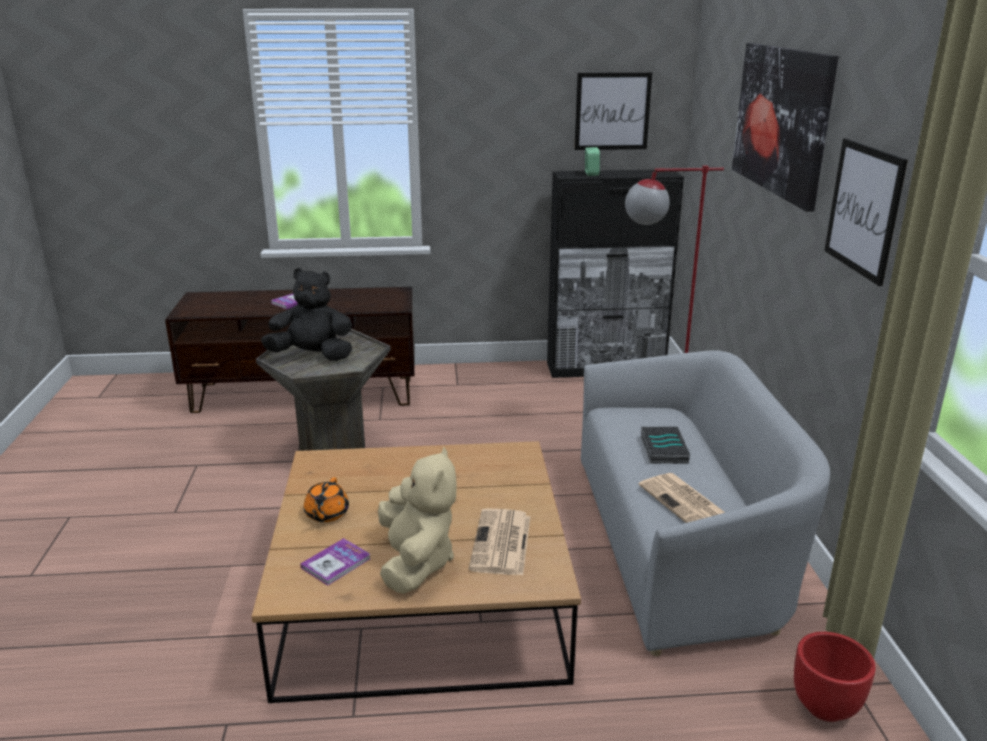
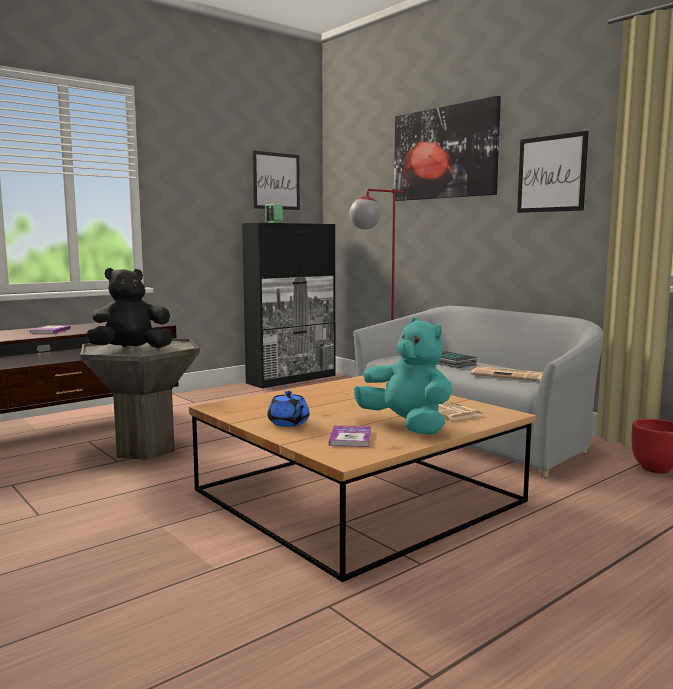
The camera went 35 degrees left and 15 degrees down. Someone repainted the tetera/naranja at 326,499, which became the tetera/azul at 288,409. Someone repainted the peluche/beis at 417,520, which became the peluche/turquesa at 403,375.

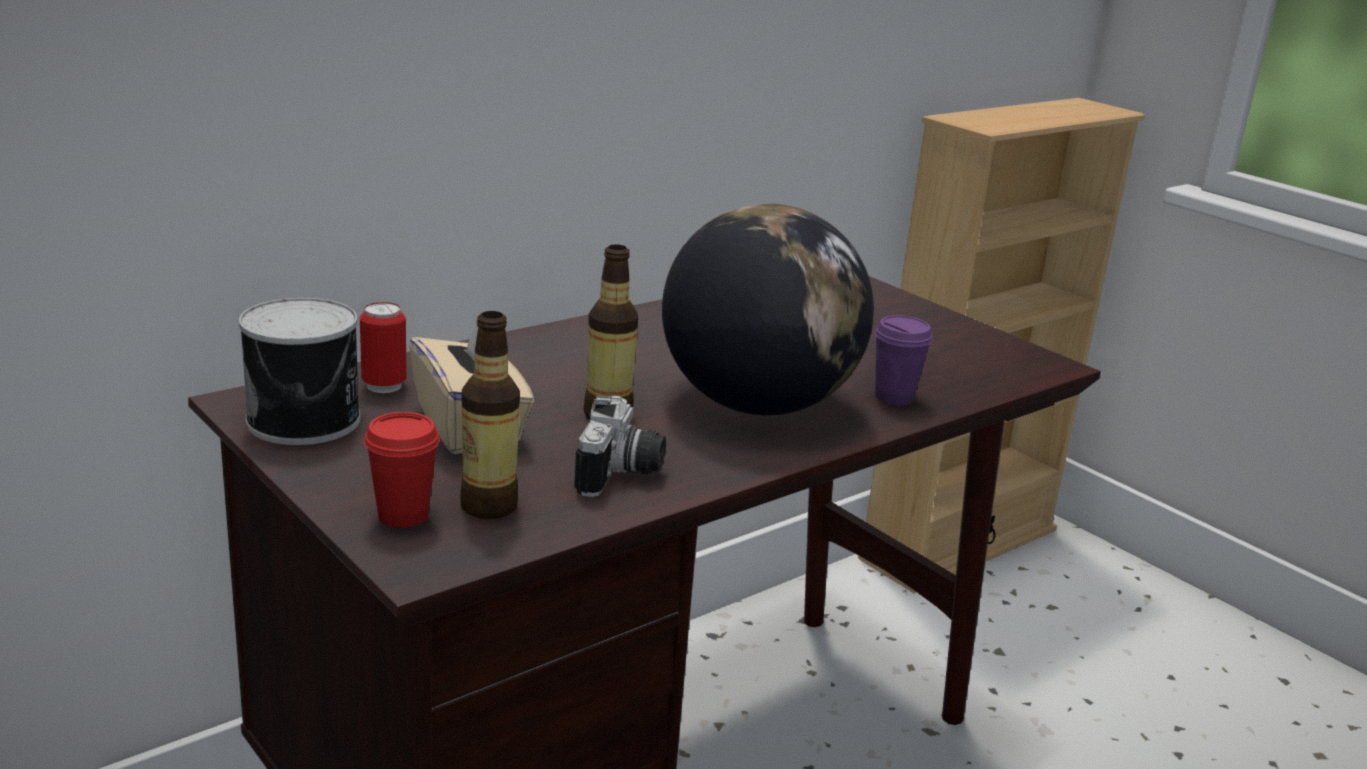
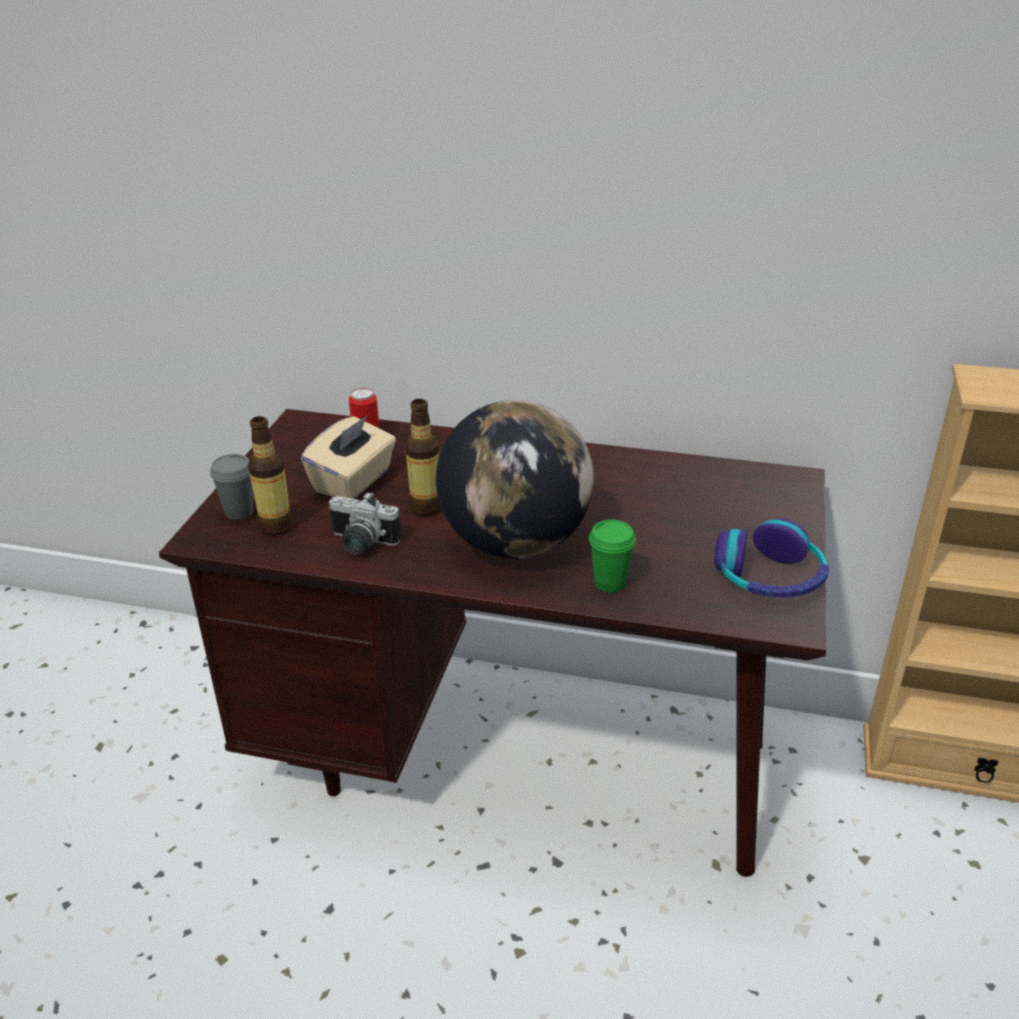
The camera went 55 degrees right and 10 degrees up. Someone repainted the taza/rojo at 402,470, which became the taza/gris at 232,487. Someone rotated the cámara at 620,446 by 45 degrees clockwise. Someone repainted the taza/morado at 903,360, which became the taza/verde at 612,556. Someone put down the auriculares at 771,558. Someone took away the lata at 299,371.

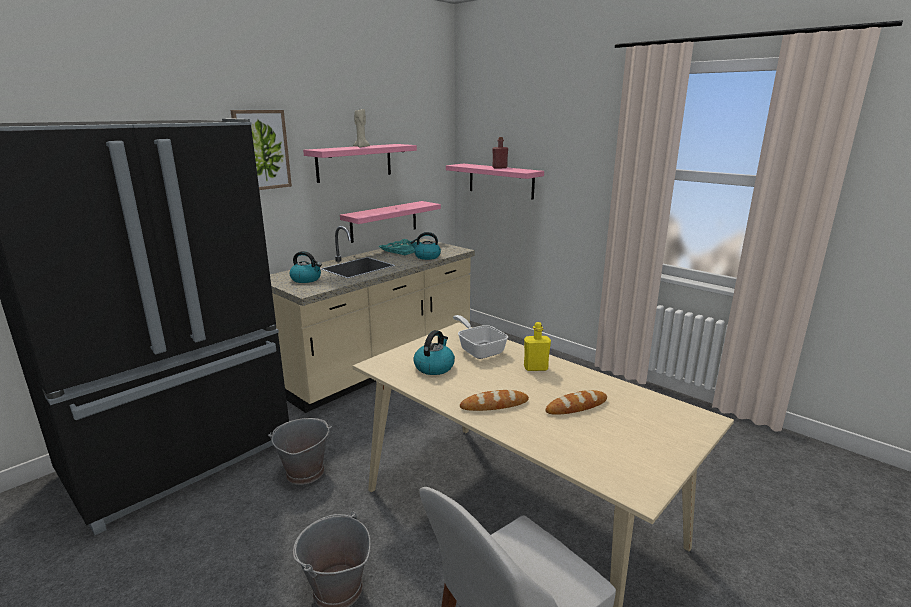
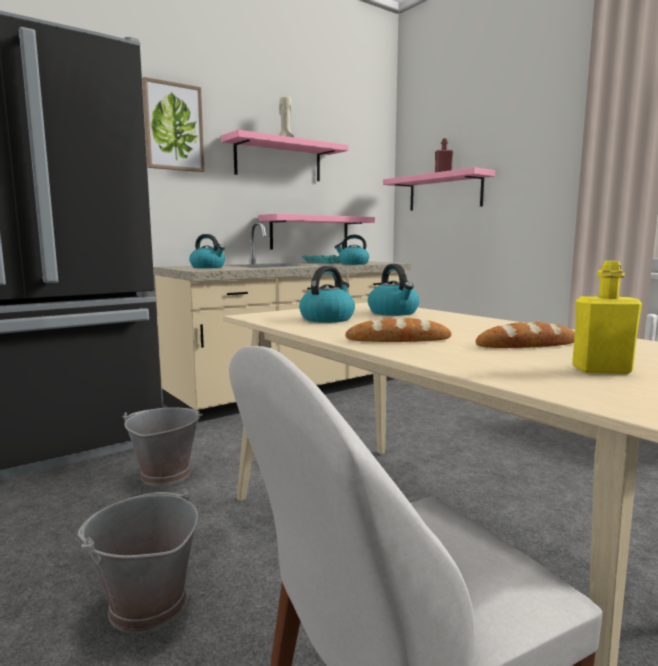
The camera went 10 degrees right and 10 degrees down. Someone swapped the sartén at 480,337 for the hervidor at 393,290. Someone carried the botella/amarillo from 537,346 to 607,317.

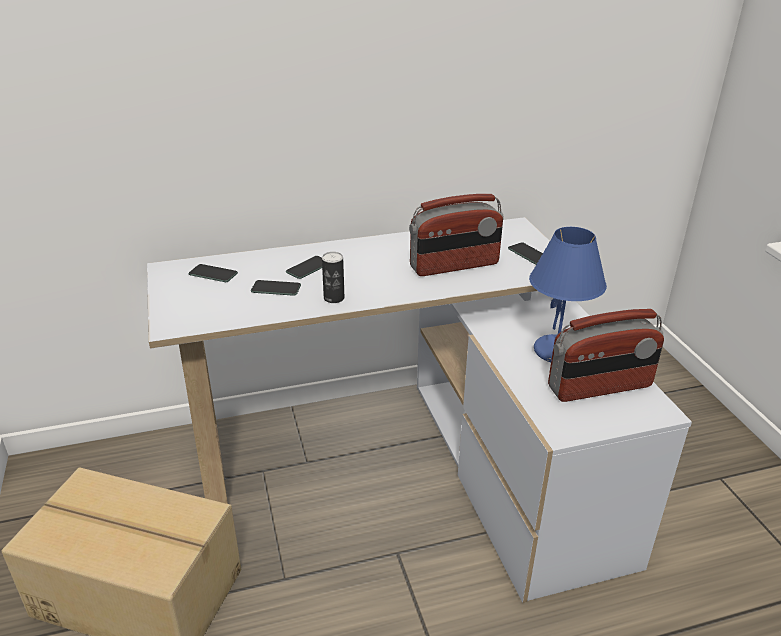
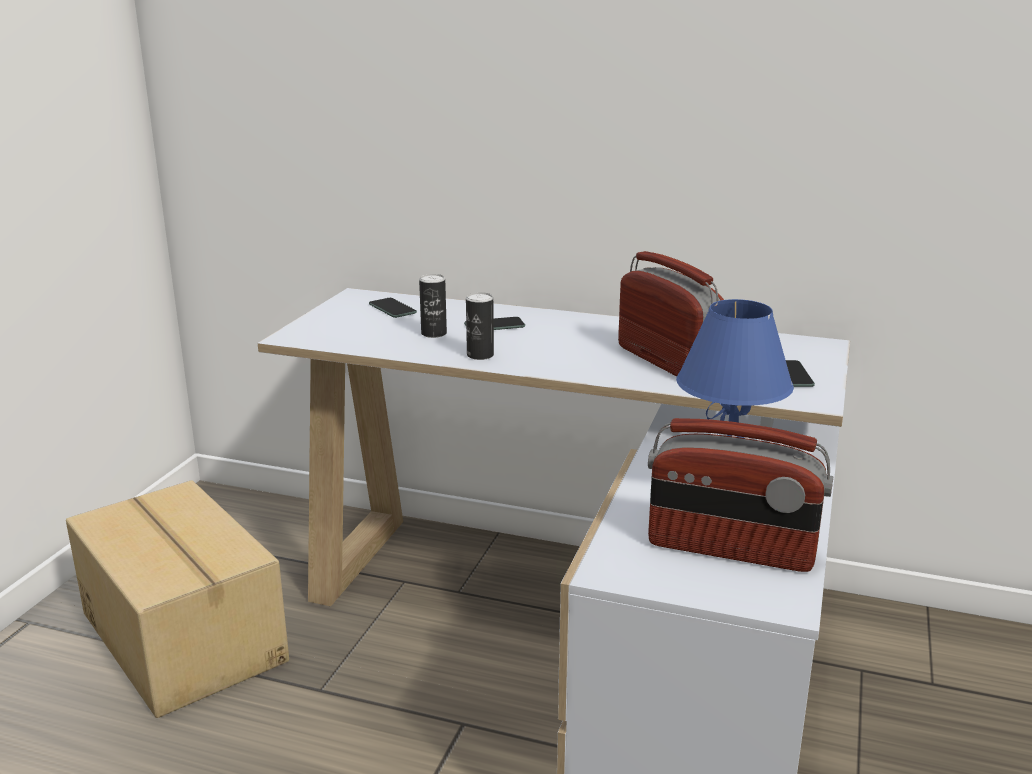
The camera went 35 degrees right and 10 degrees down. Someone swapped the móvil at 276,288 for the lata at 433,306. Someone rotated the radio at 456,235 by 135 degrees counterclockwise.

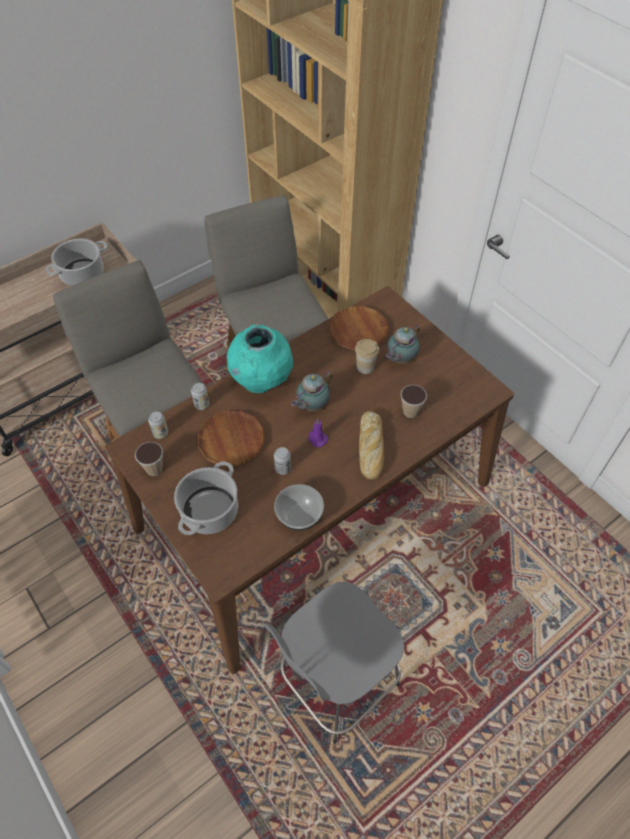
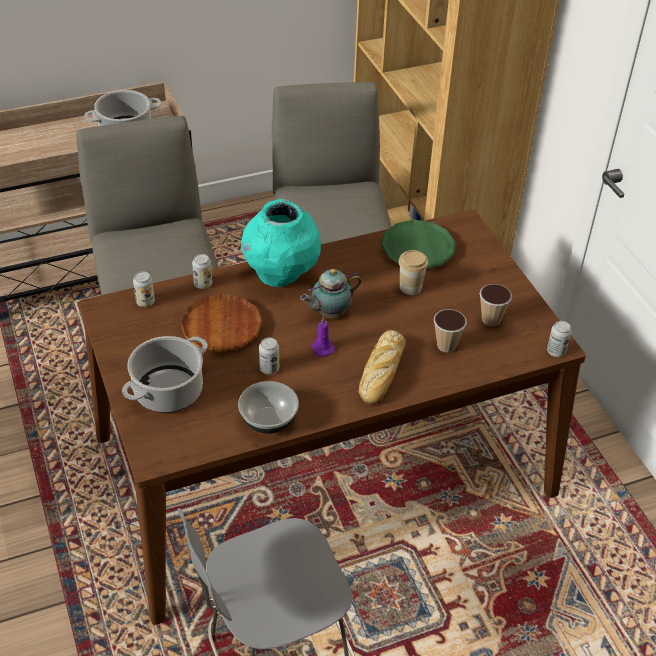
The camera went 15 degrees right and 10 degrees down. Someone repainted the plato/marrón at 359,328, which became the plato/verde at 418,244. Someone carried the taza from 149,459 to 496,305. Someone put down the lata at 559,339. Someone took away the tetera at 403,344.

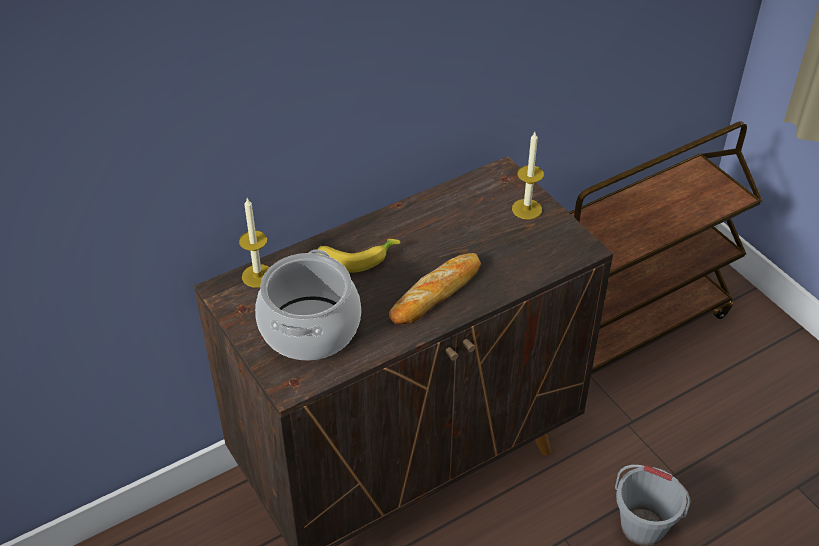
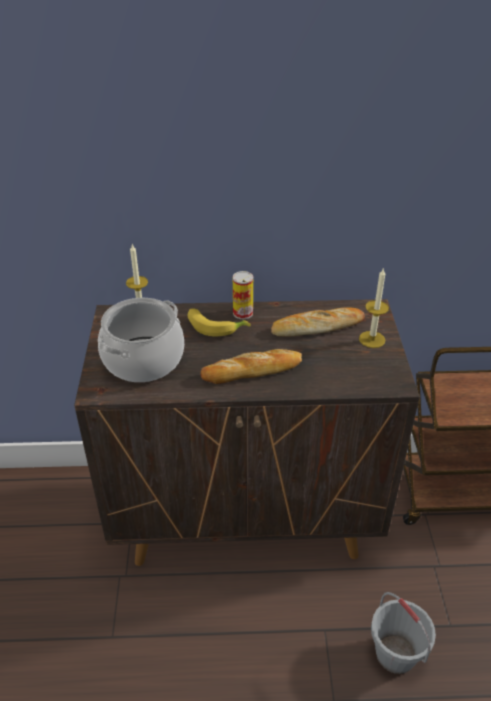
The camera went 30 degrees right and 5 degrees down. Someone put down the lata at 243,295. Someone put down the pan at 318,322.

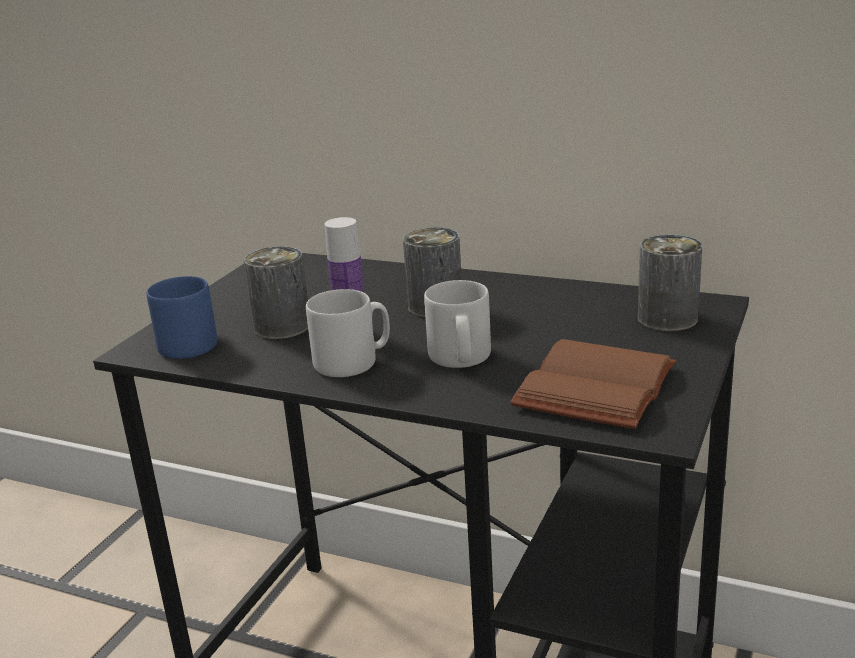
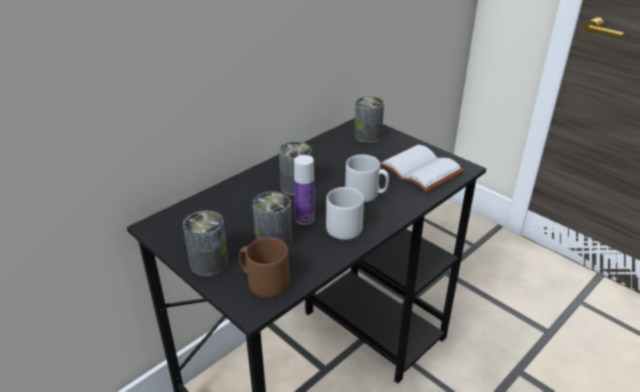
The camera went 70 degrees left and 10 degrees up. Someone put down the lata at 206,243. Someone repainted the taza grande/azul at 181,317, which became the taza grande/marrón at 264,267. Someone repainted the libro/marrón at 593,384, which became the libro/blanco at 422,169.

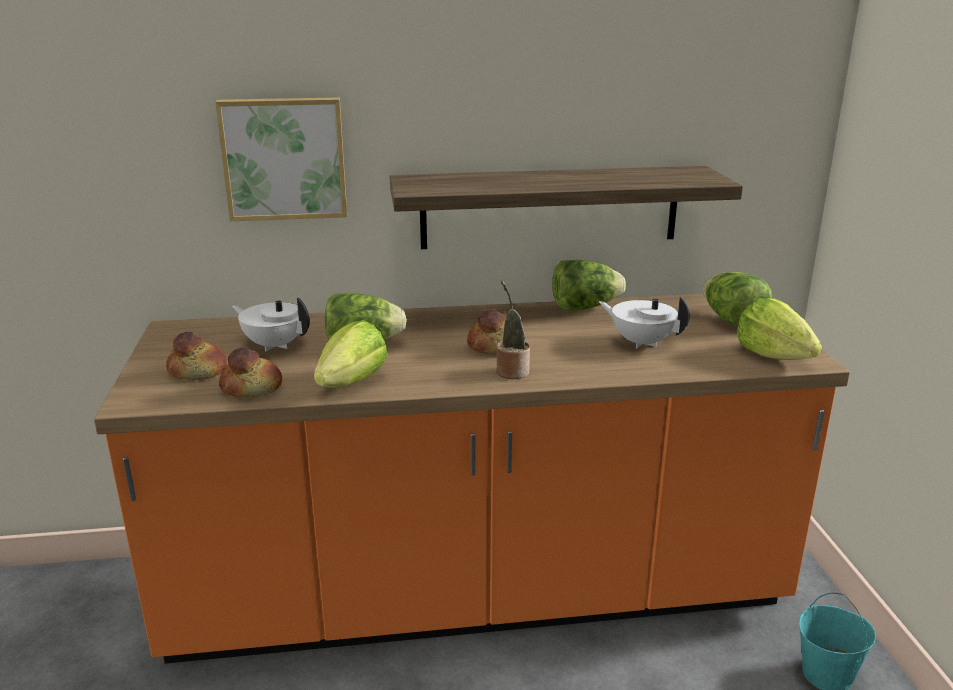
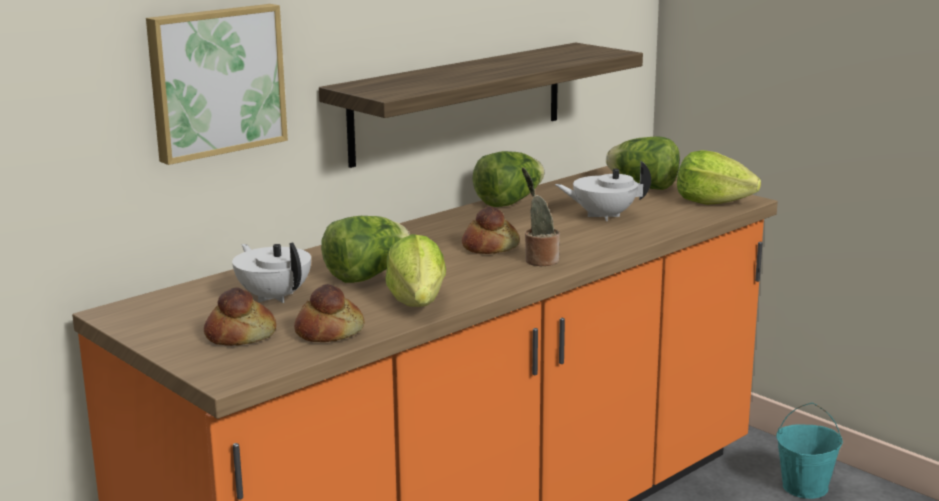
The camera went 35 degrees left and 5 degrees down. Someone rotated the tetera/blanco at 271,324 by 60 degrees clockwise.

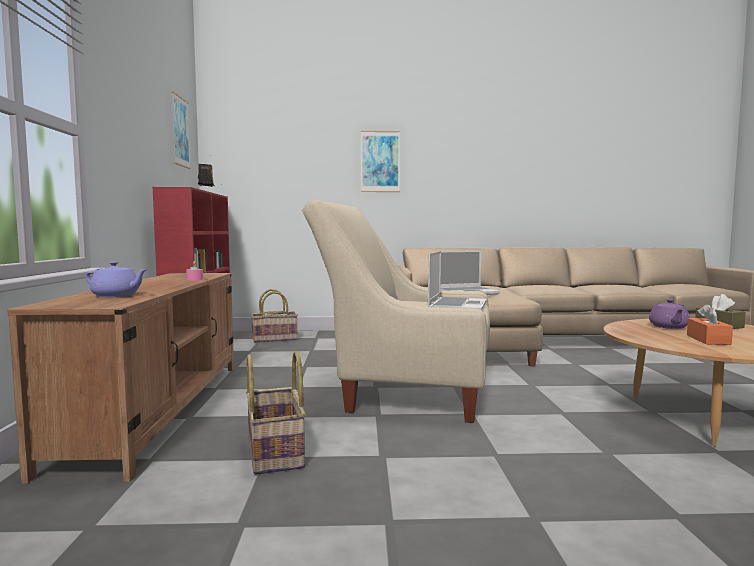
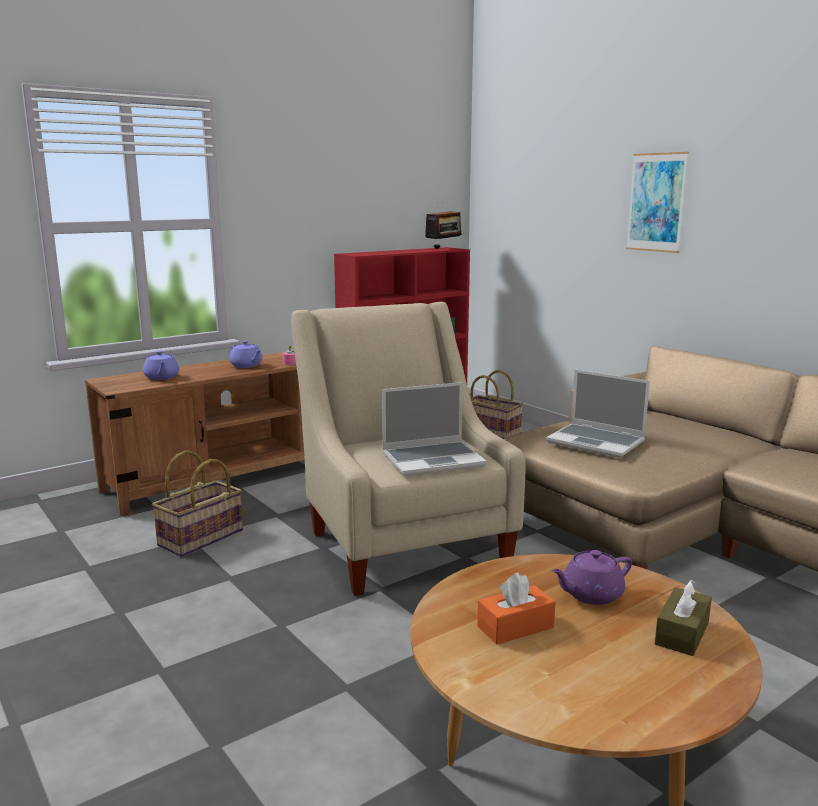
The camera went 55 degrees right and 10 degrees up. Someone put down the tetera/morado at 246,354. Someone took away the cuadro at 181,129.

